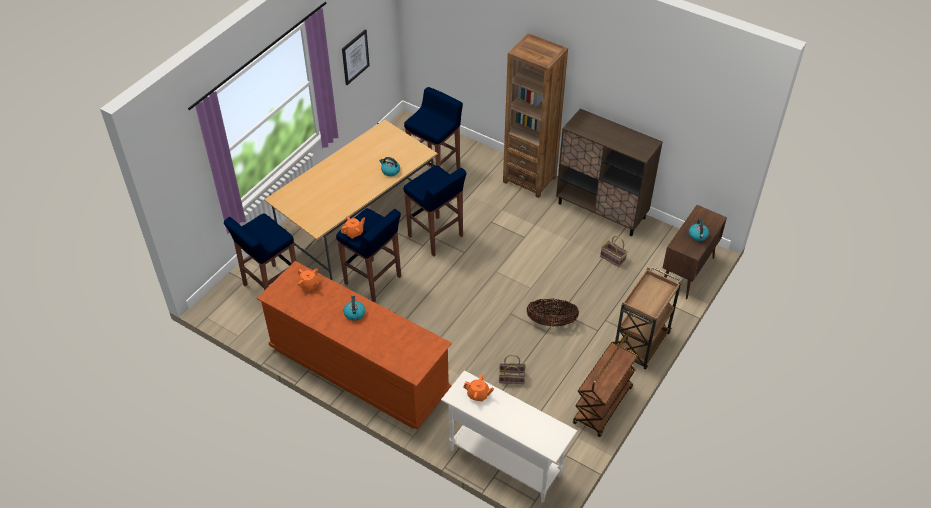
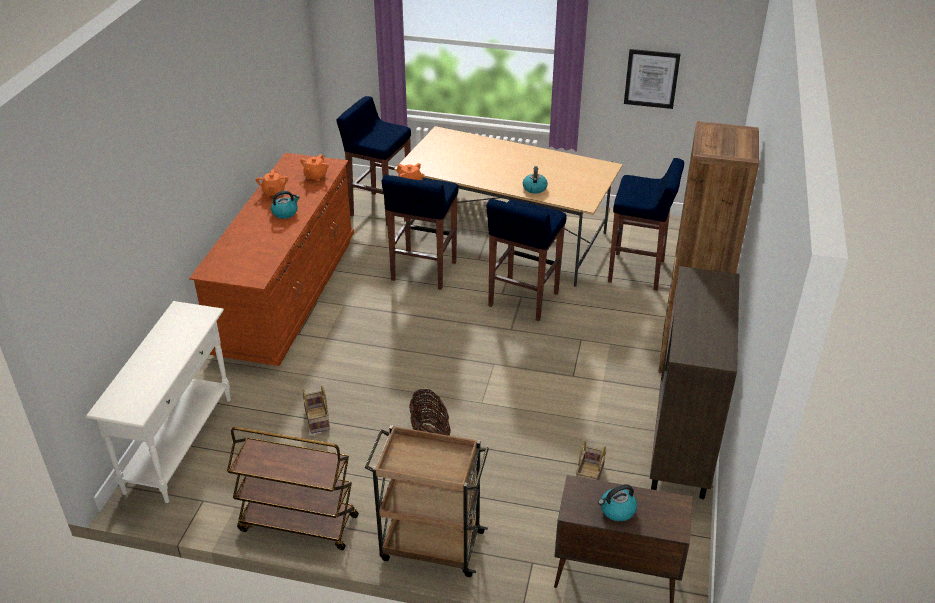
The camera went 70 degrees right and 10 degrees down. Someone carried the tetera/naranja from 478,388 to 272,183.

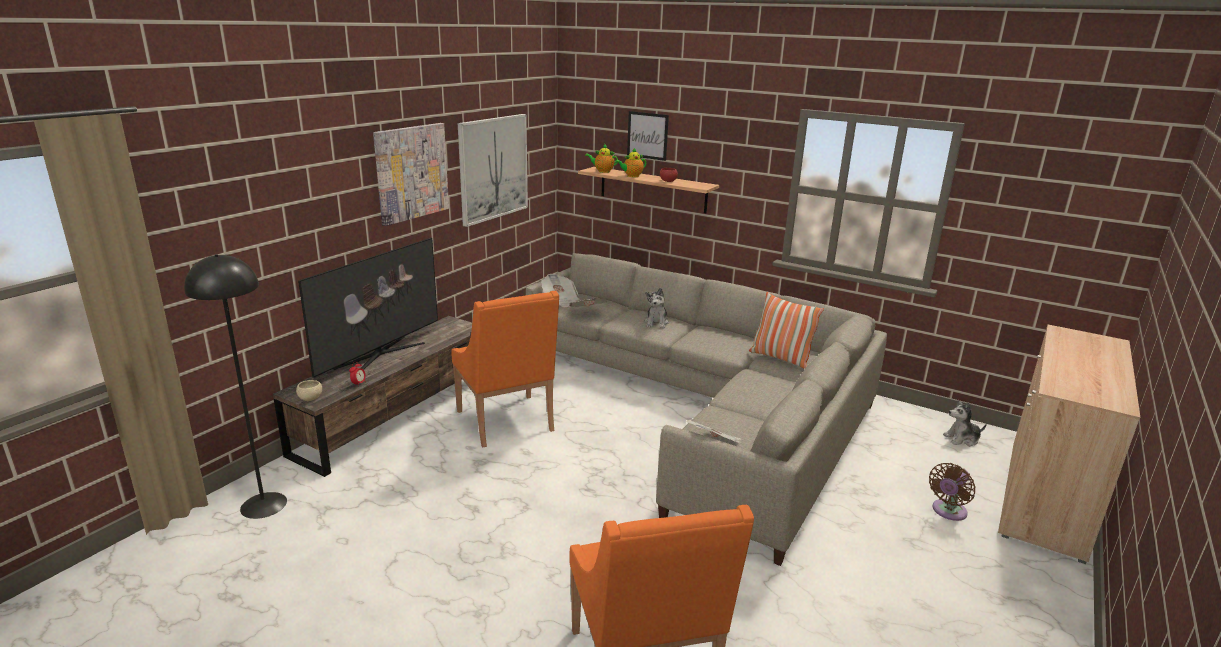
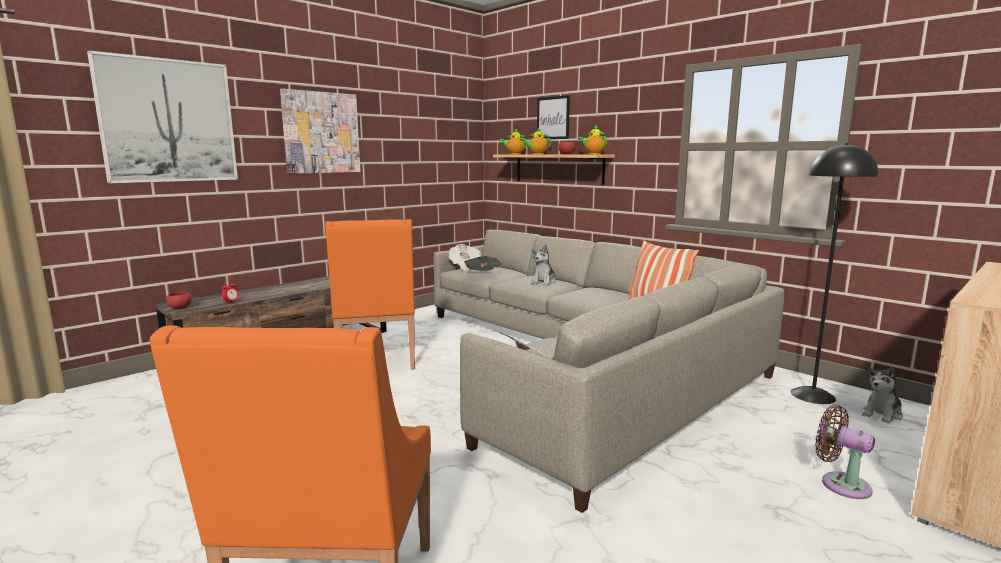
The camera went 15 degrees right and 10 degrees down. Someone carried the cuadro from 493,170 to 162,116. Someone repainted the cuenco/beis at 309,390, which became the cuenco/rojo at 179,300. Someone put down the tetera at 592,139. Someone carried the lámpara de pie/negro from 235,386 to 834,273. Someone rotated the ventilador/marrón at 952,492 by 75 degrees clockwise. Someone rotated the peluche at 965,423 by 45 degrees counterclockwise. Someone took away the televisor at 368,308.

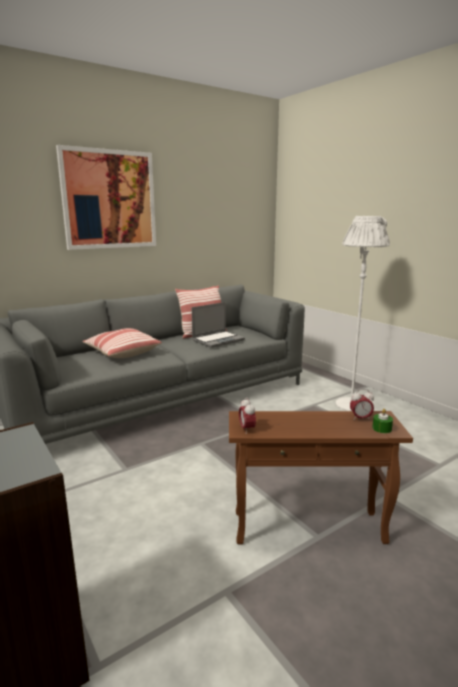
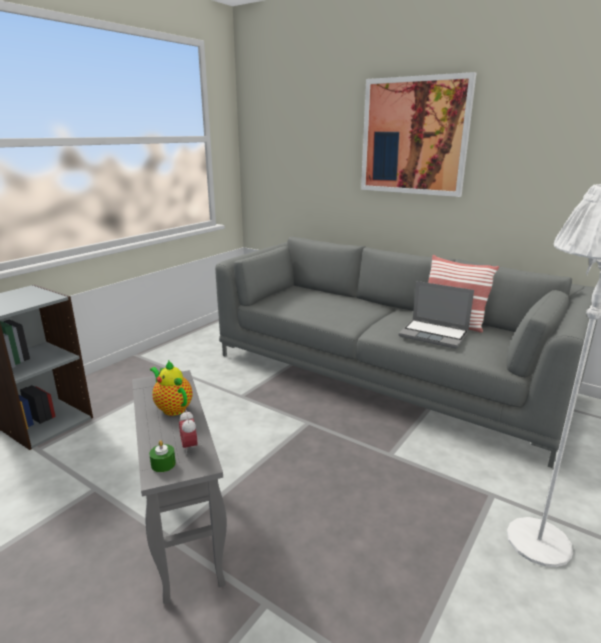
The camera went 70 degrees right and 5 degrees up. Someone repainted the mesa auxiliar/marrón at 321,477, which became the mesa auxiliar/gris at 179,487. Someone put down the tetera at 171,388. Someone took away the cojín at 122,343. Someone took away the despertador at 247,415.

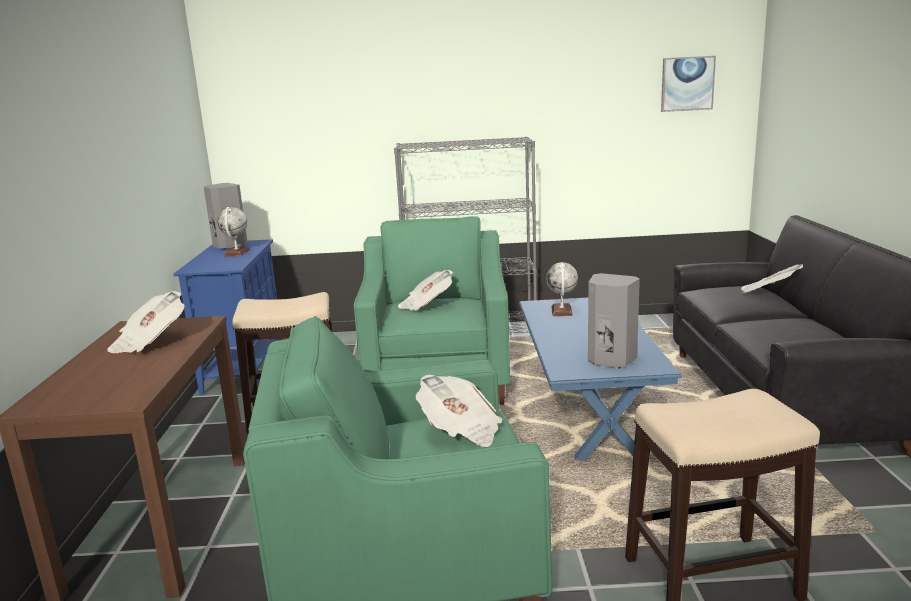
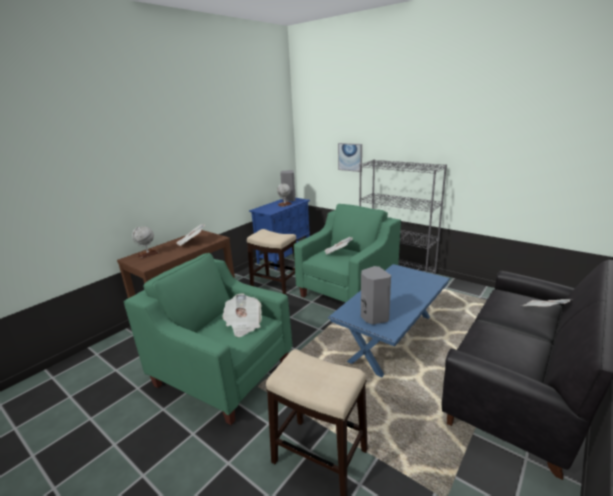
The camera went 40 degrees right and 5 degrees up. Someone carried the globo terráqueo from 562,289 to 145,242. Someone carried the cuadro from 688,84 to 350,157.

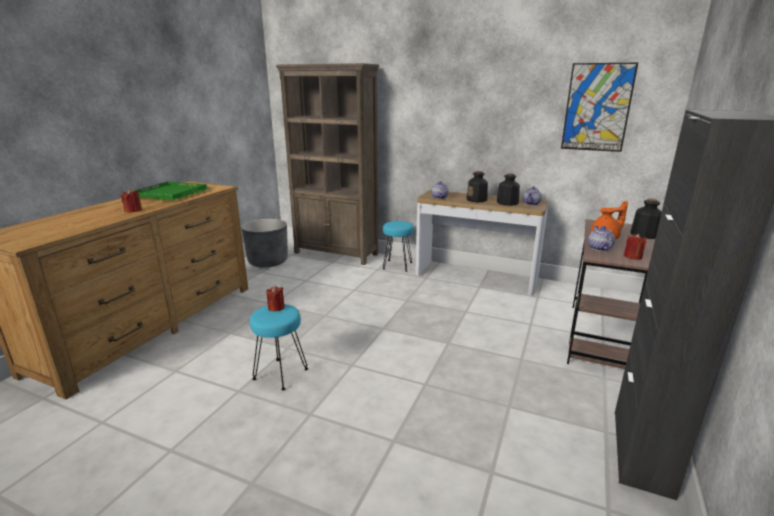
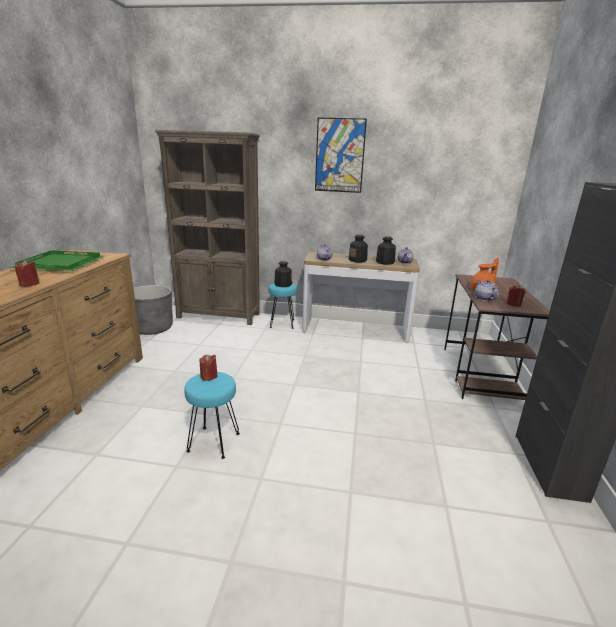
The camera went 15 degrees left and 0 degrees up. Someone carried the botella from 646,218 to 283,274. Someone carried the cuadro from 599,107 to 341,155.

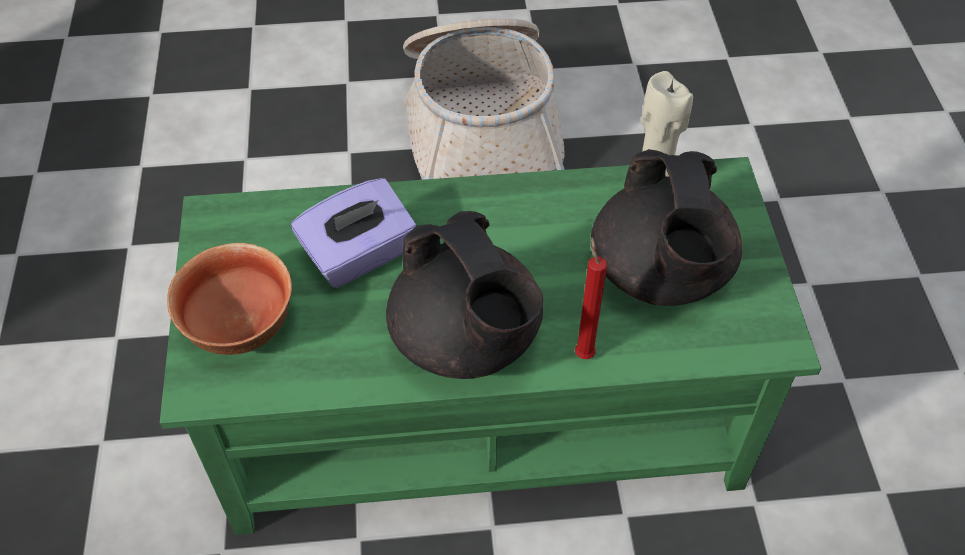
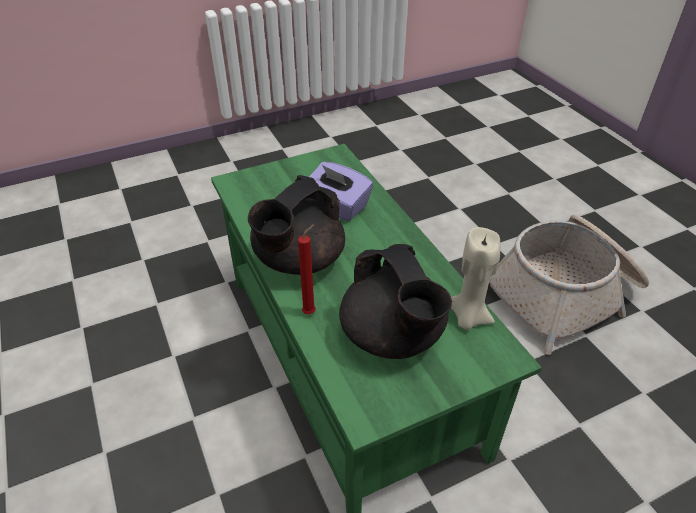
The camera went 70 degrees right and 10 degrees down. Someone rotated the tetera/negro at 666,227 by 90 degrees counterclockwise. Someone took away the cuenco at 229,299.

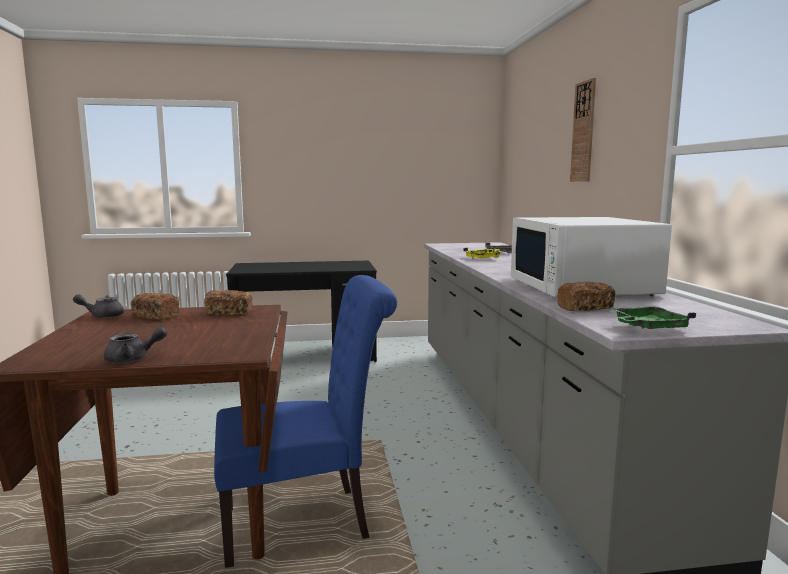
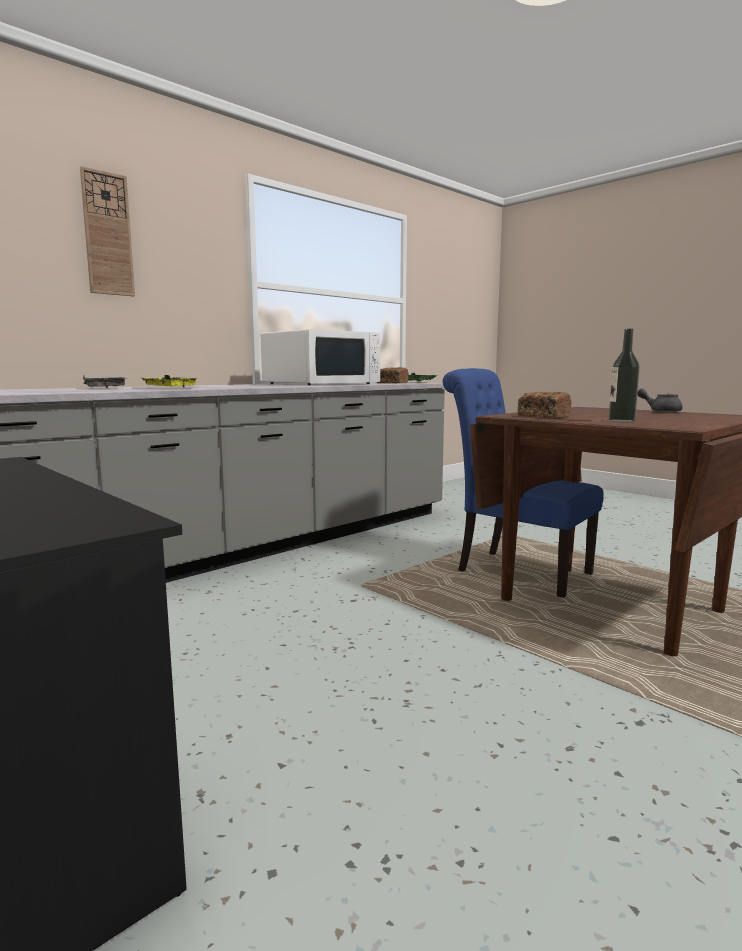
The camera went 125 degrees left and 0 degrees up. Someone swapped the pan at 155,306 for the botella at 624,375. Someone took away the tetera/gris at 98,306.

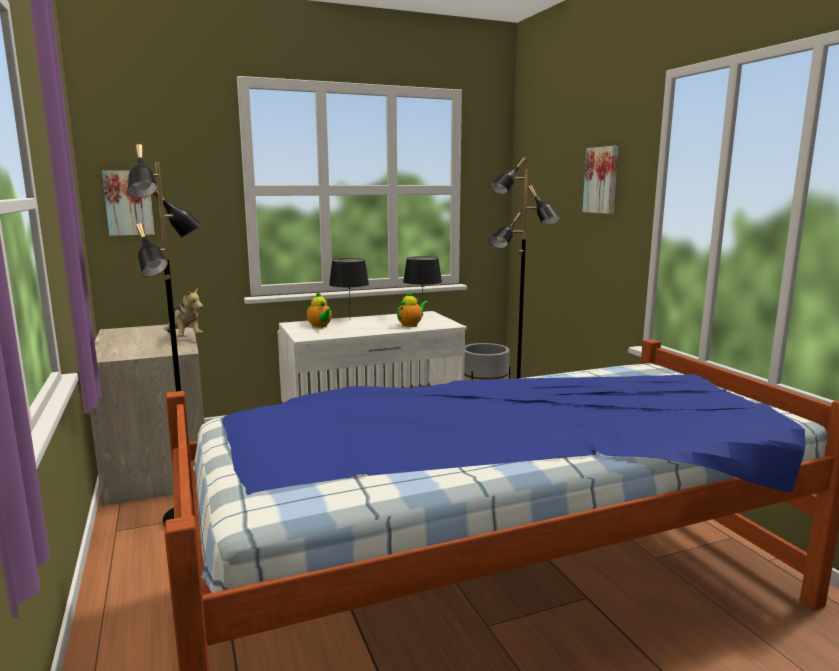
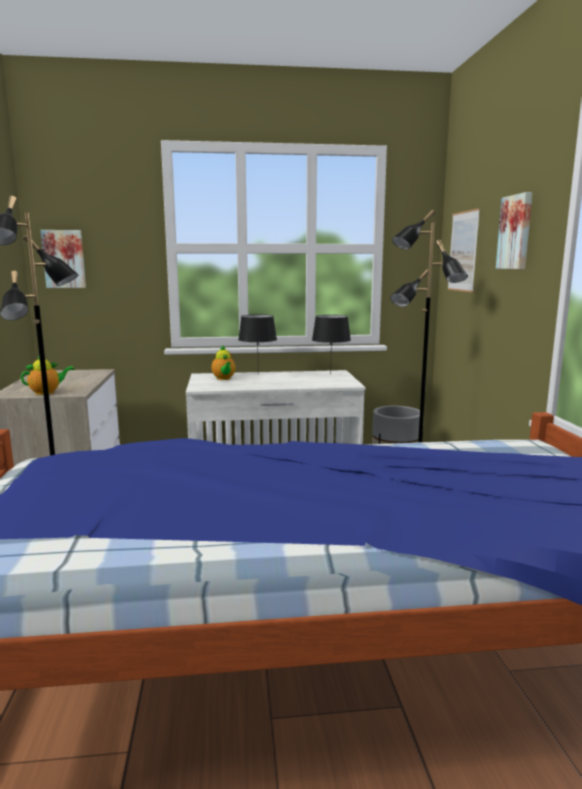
The camera went 15 degrees right and 0 degrees up. Someone carried the tetera from 412,309 to 47,376. Someone put up the cuadro at 463,250. Someone took away the peluche at 183,311.

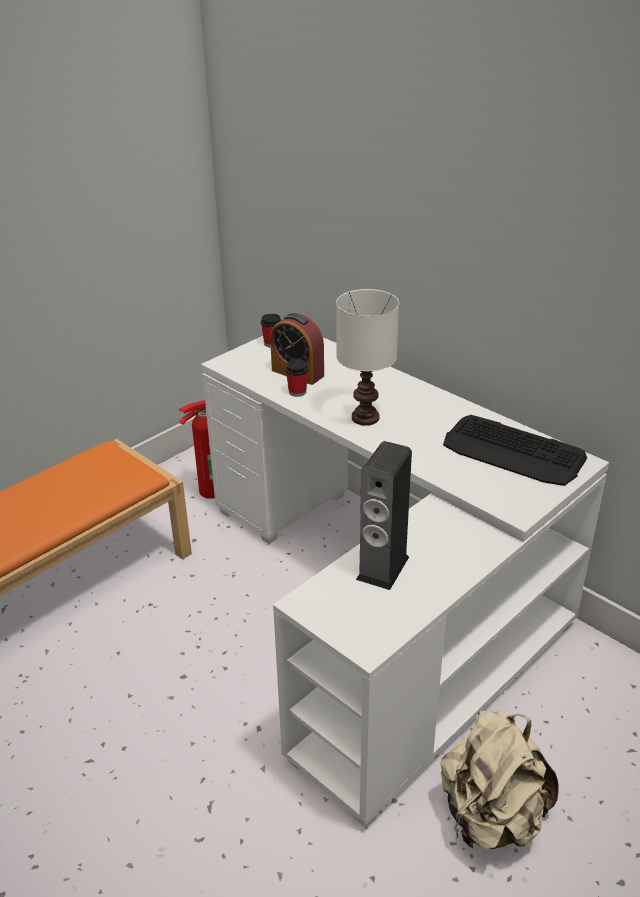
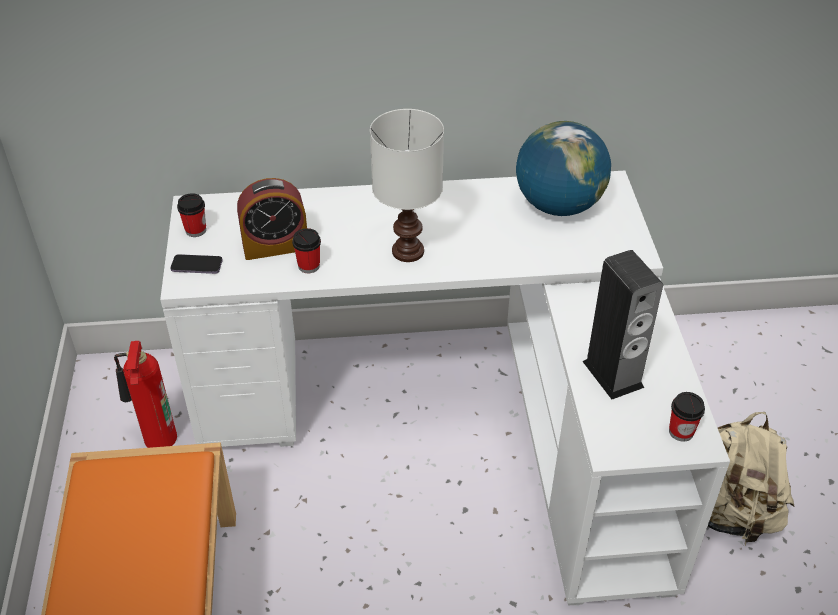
The camera went 50 degrees left and 10 degrees up. Someone put down the móvil at 196,264. Someone swapped the teclado at 515,450 for the globo terráqueo at 563,168. Someone put down the taza at 687,417.

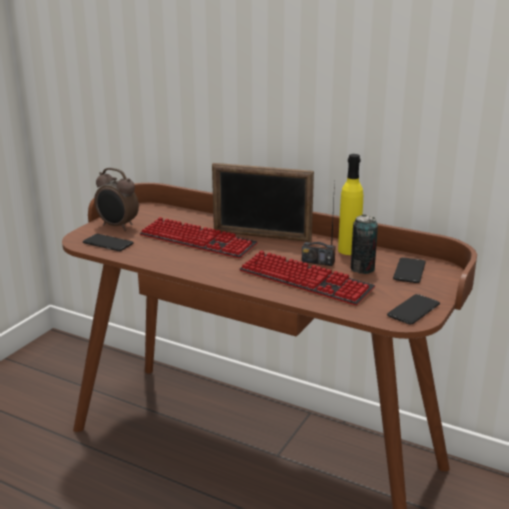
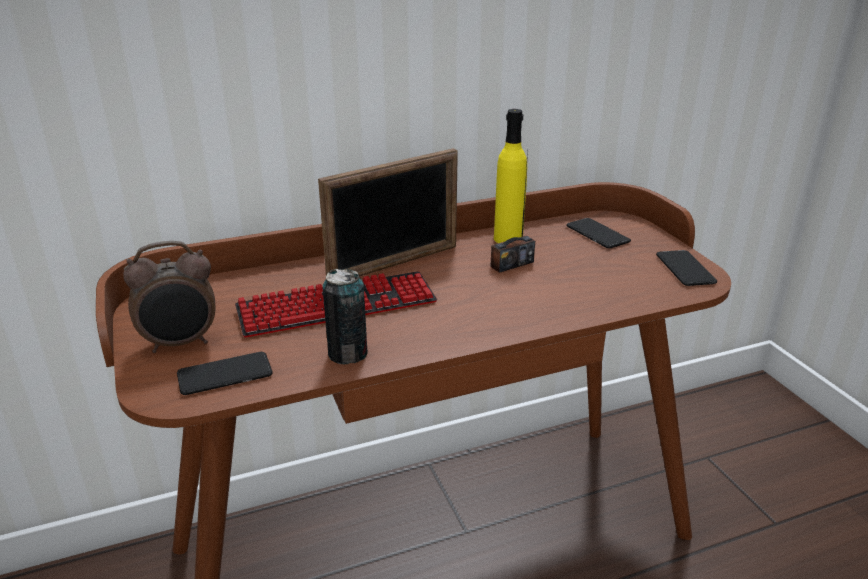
The camera went 50 degrees left and 5 degrees up. Someone carried the lata from 364,244 to 345,316. Someone took away the teclado at 307,277.

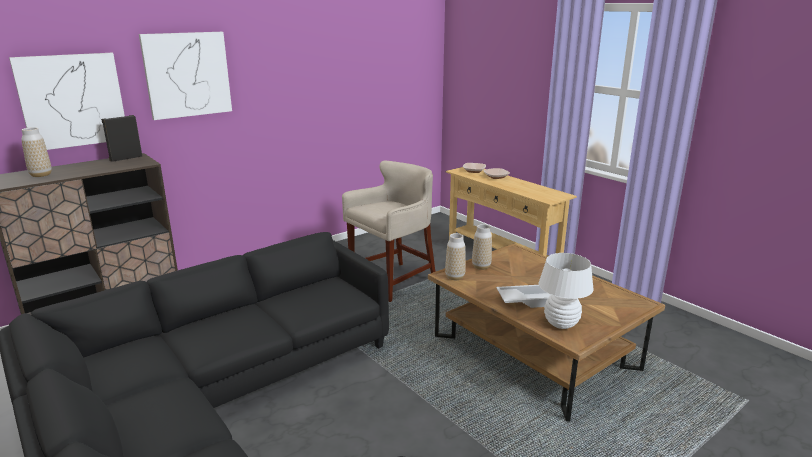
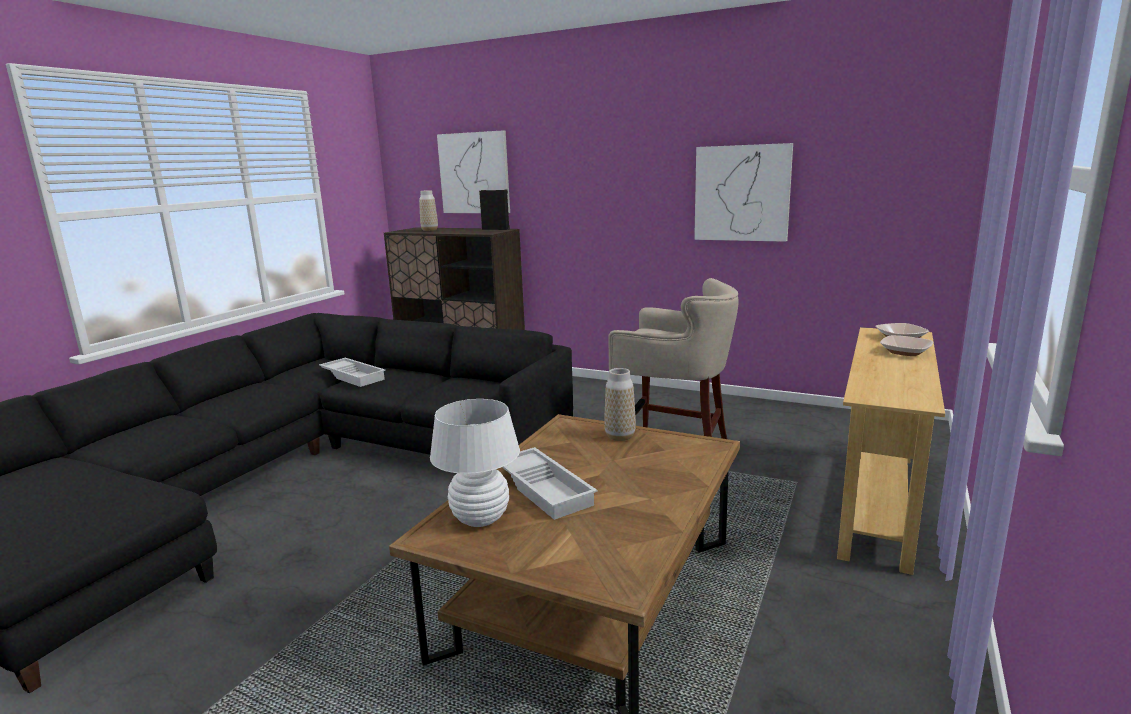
The camera went 65 degrees right and 5 degrees down. Someone put down the bandeja/blanco at 352,372. Someone carried the cuadro from 185,76 to 743,192. Someone took away the florero at 455,256.

